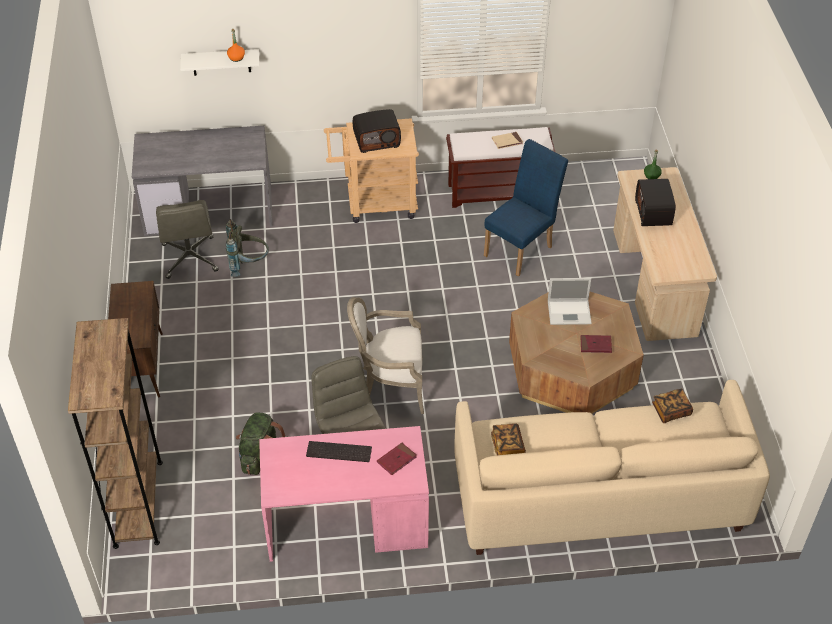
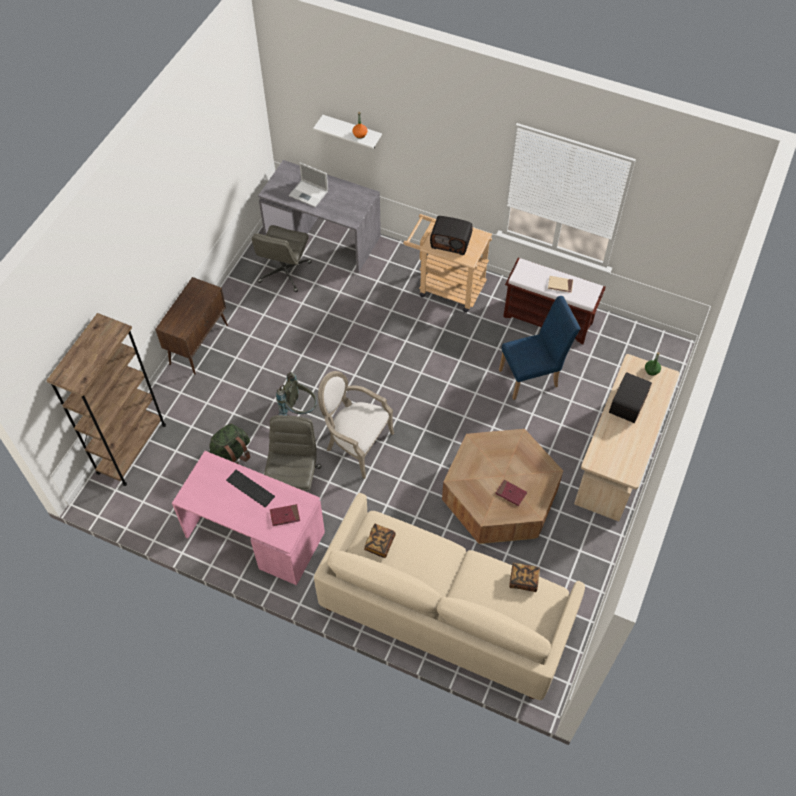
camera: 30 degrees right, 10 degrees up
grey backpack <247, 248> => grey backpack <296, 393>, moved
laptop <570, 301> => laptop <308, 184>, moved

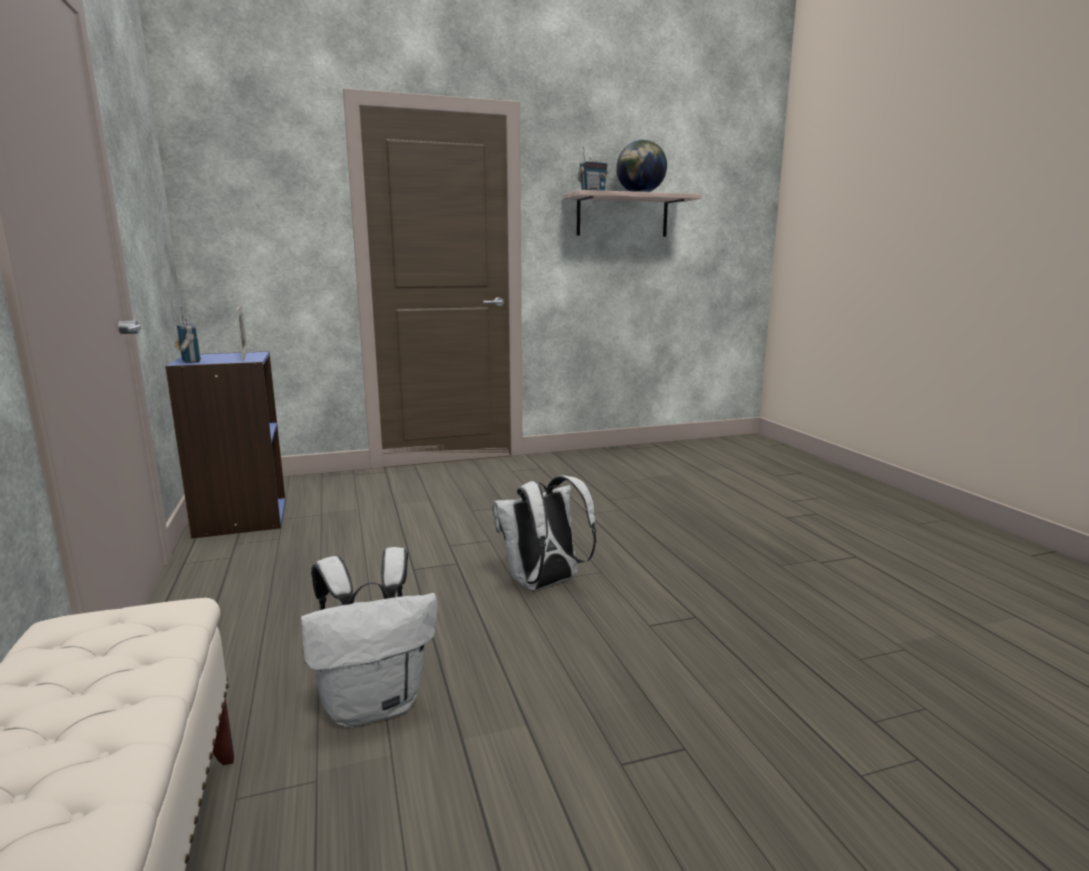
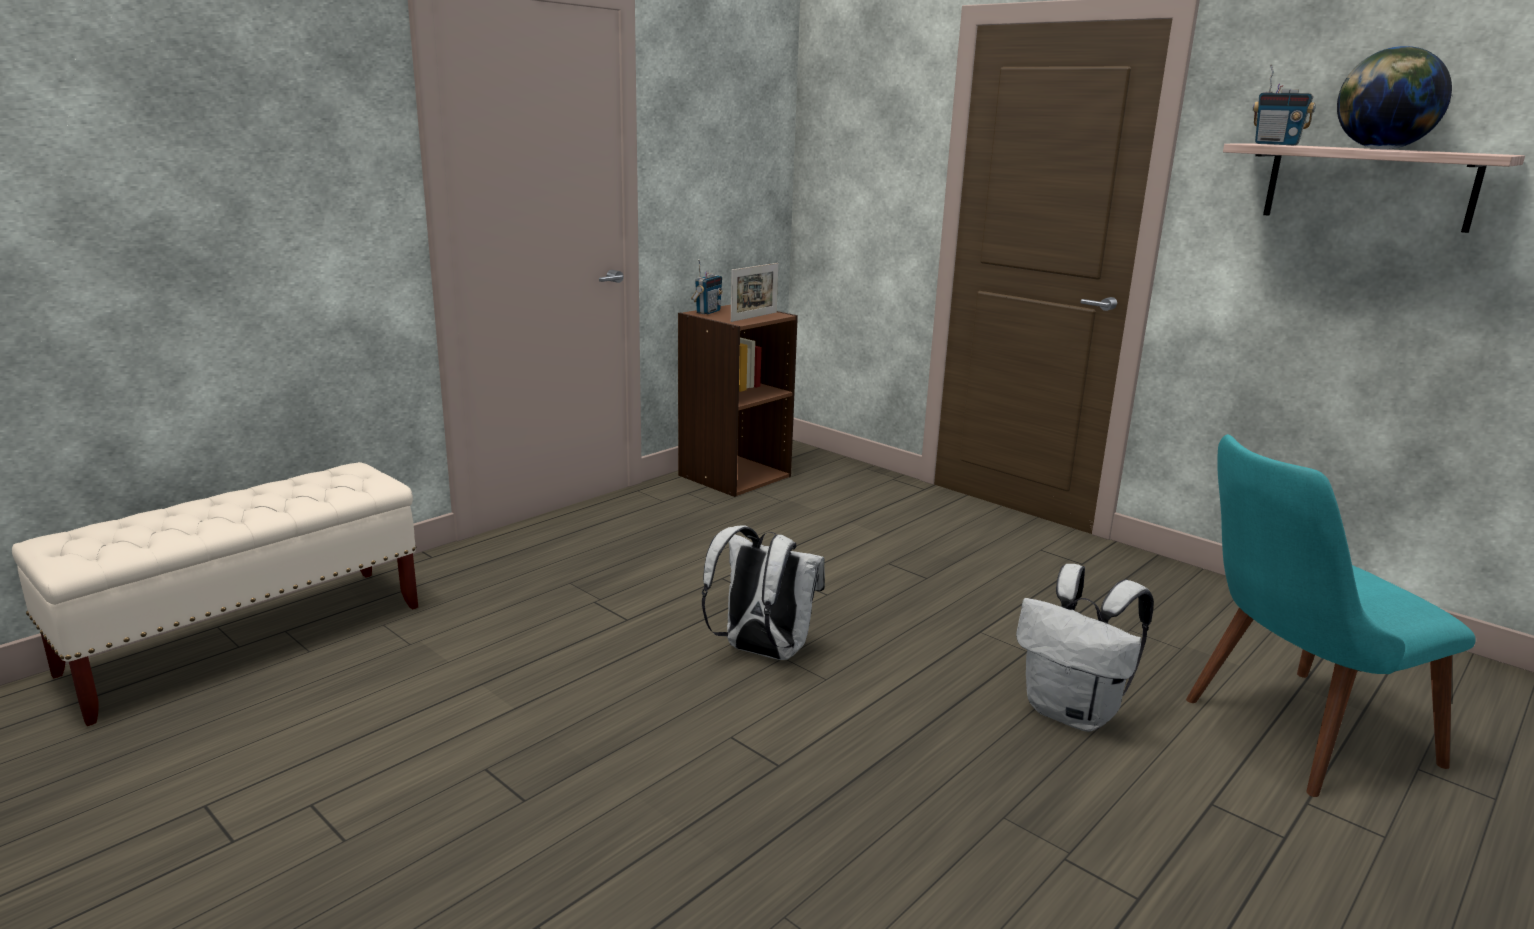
camera: 60 degrees right, 5 degrees up
blue bookcase <225, 445> => brown bookcase <738, 401>
white backpack <369, 637> => white backpack <1085, 648>, moved
nothing => turquoise chair <1331, 615>

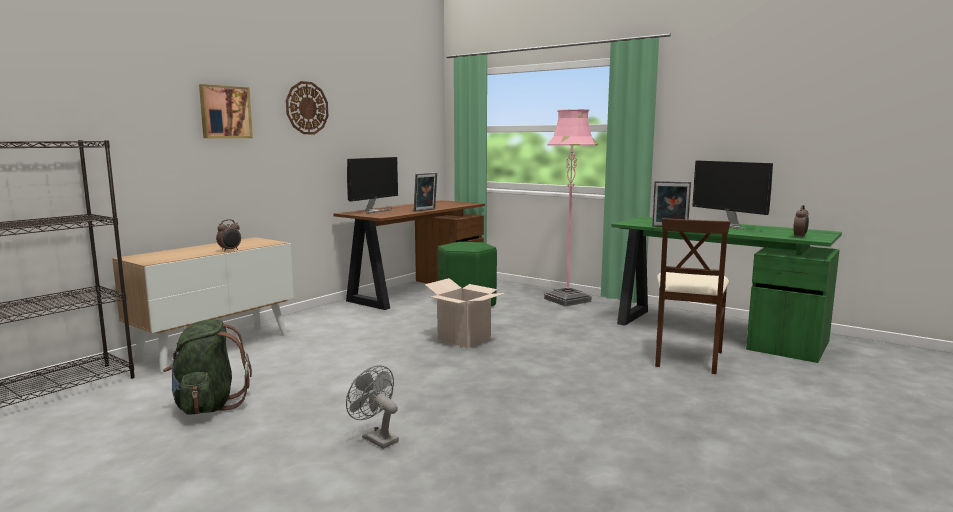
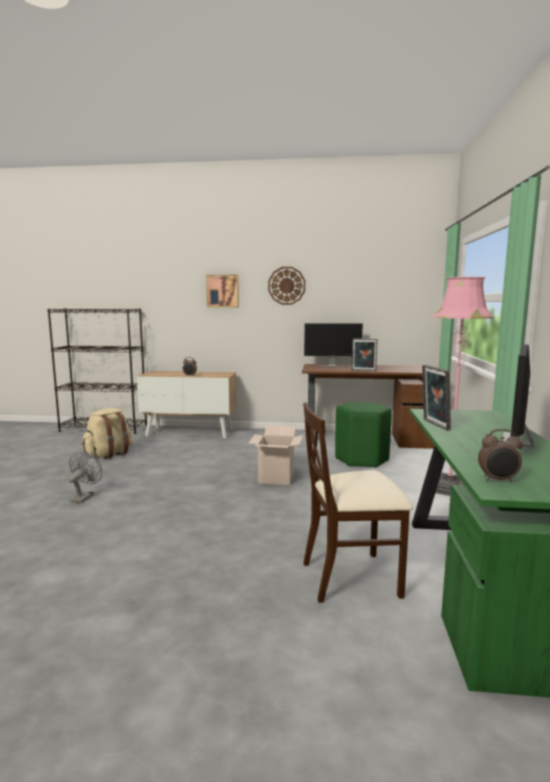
camera: 60 degrees right, 0 degrees up
green backpack <207, 367> => beige backpack <107, 433>

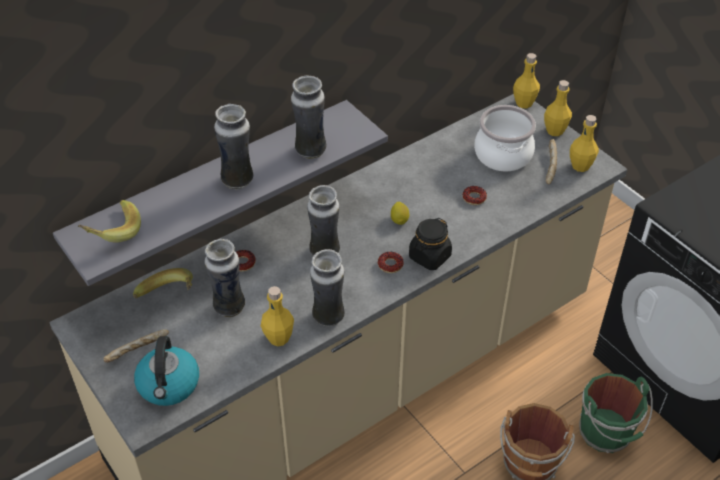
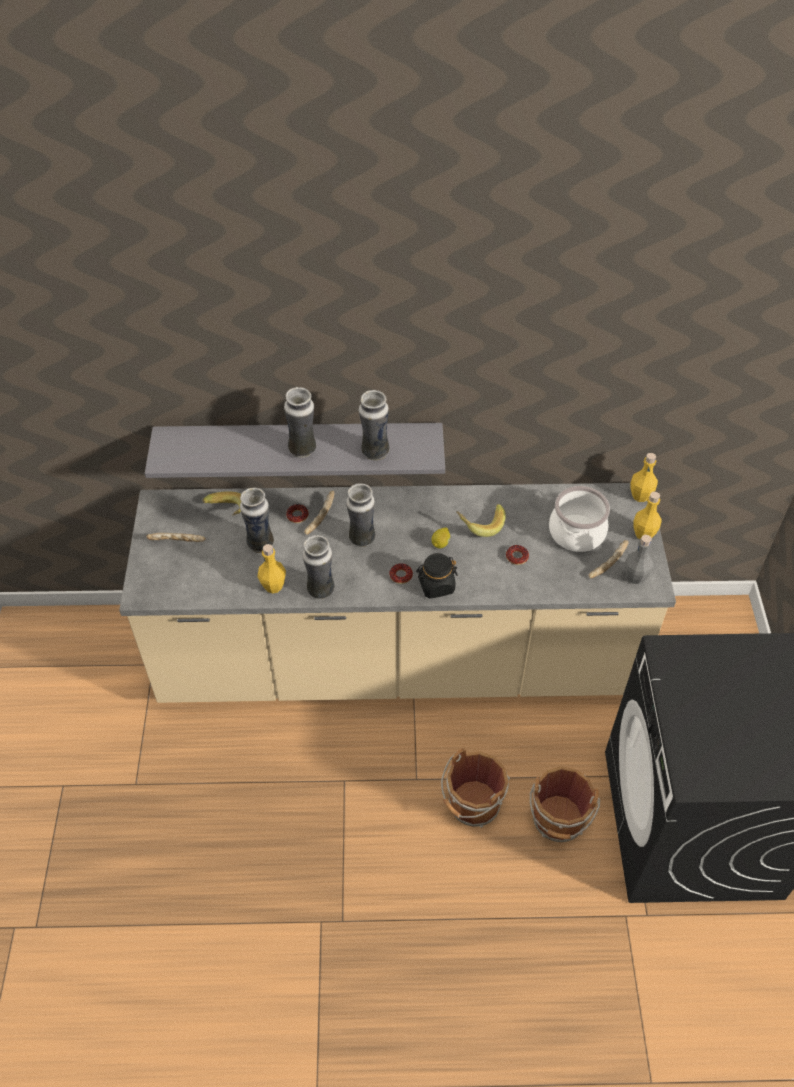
camera: 35 degrees right, 5 degrees up
yellow bottle <584, 143> => grey bottle <639, 559>
banana <109, 221> => banana <481, 520>, moved
kettle <166, 371> => nothing
green bucket <616, 413> => brown bucket <565, 804>
nothing => bread <319, 513>

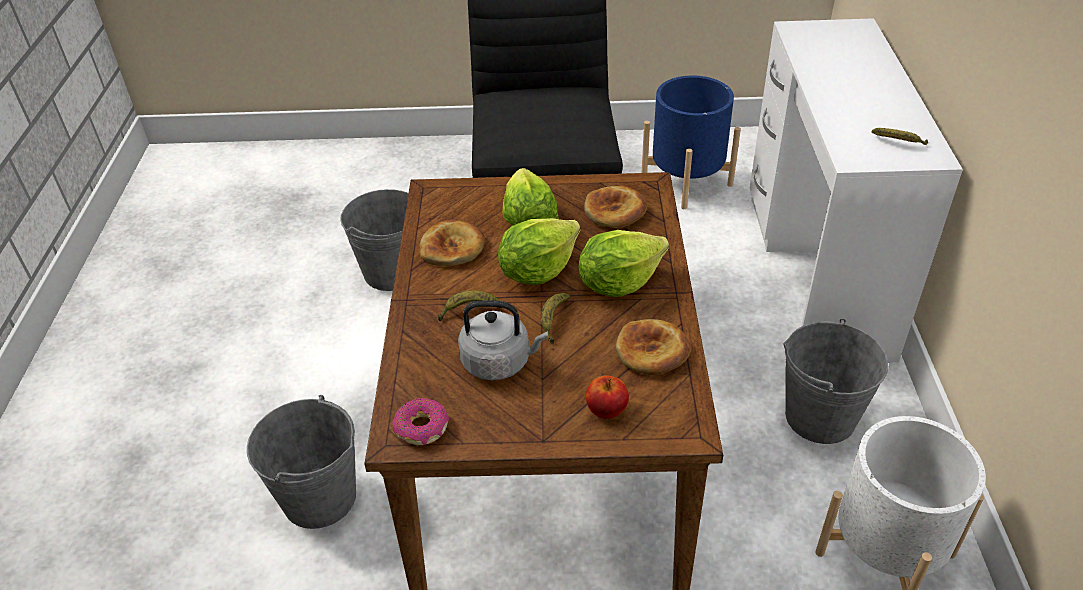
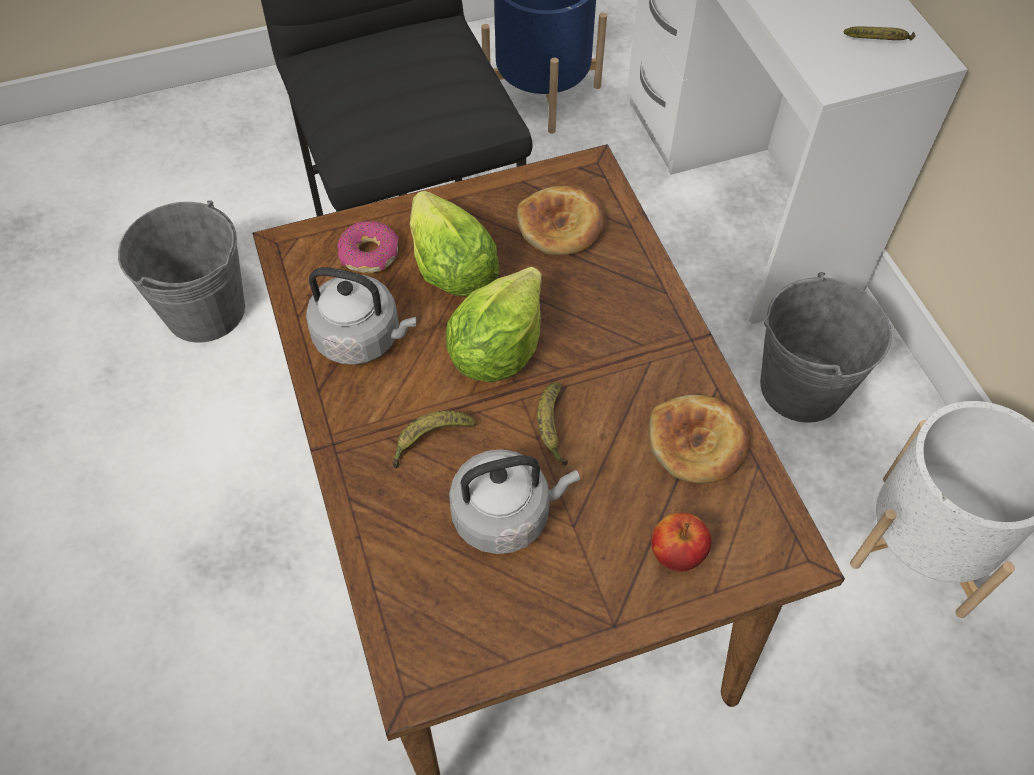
camera: 20 degrees left, 15 degrees up
bread <452, 243> => grey kettle <361, 316>
lettuce <623, 263> => nothing
grey bucket <301, 462> => nothing
donut <420, 421> => donut <368, 247>, moved

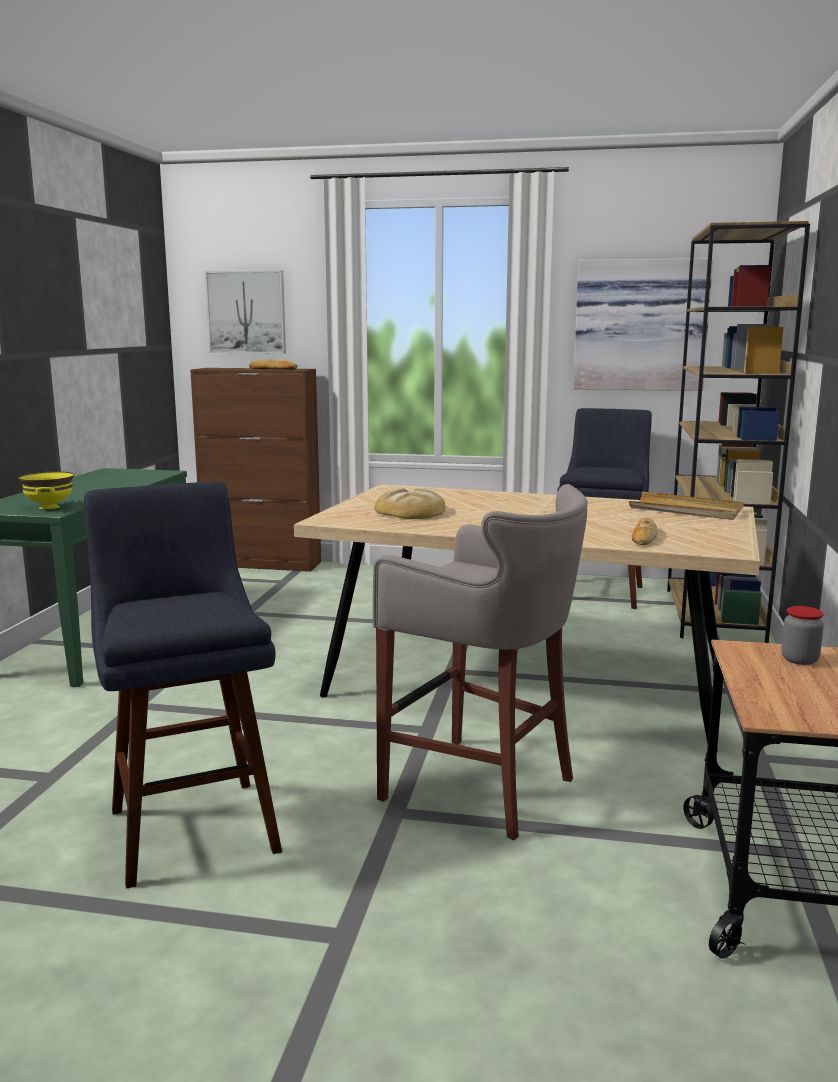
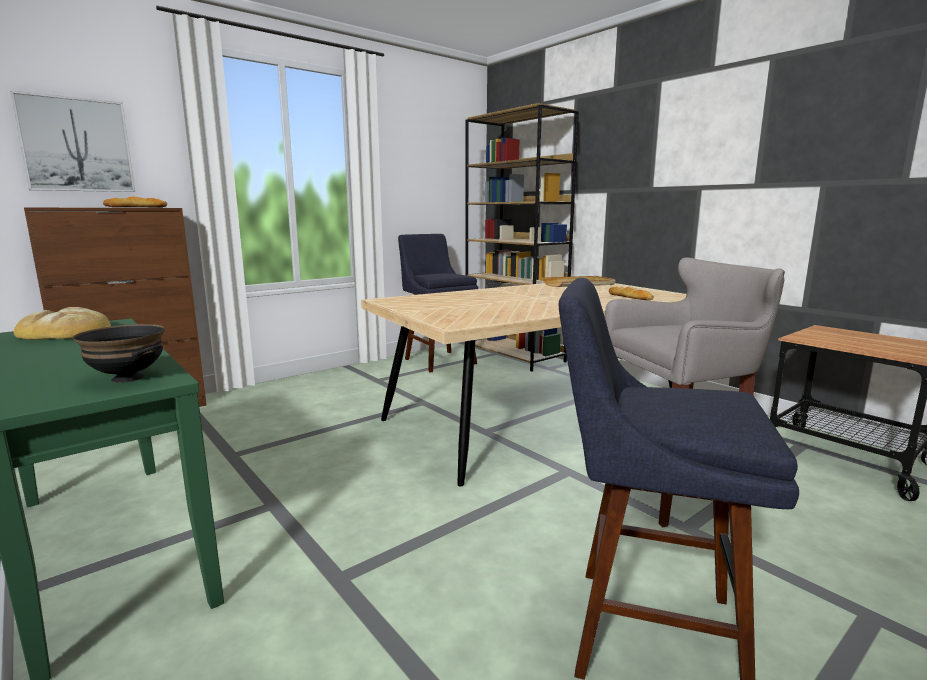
camera: 50 degrees left, 0 degrees up
picture <643, 324> => nothing
yellow bowl <46, 490> => black bowl <119, 353>
bread <409, 503> => bread <62, 323>, moved
jar <802, 635> => nothing

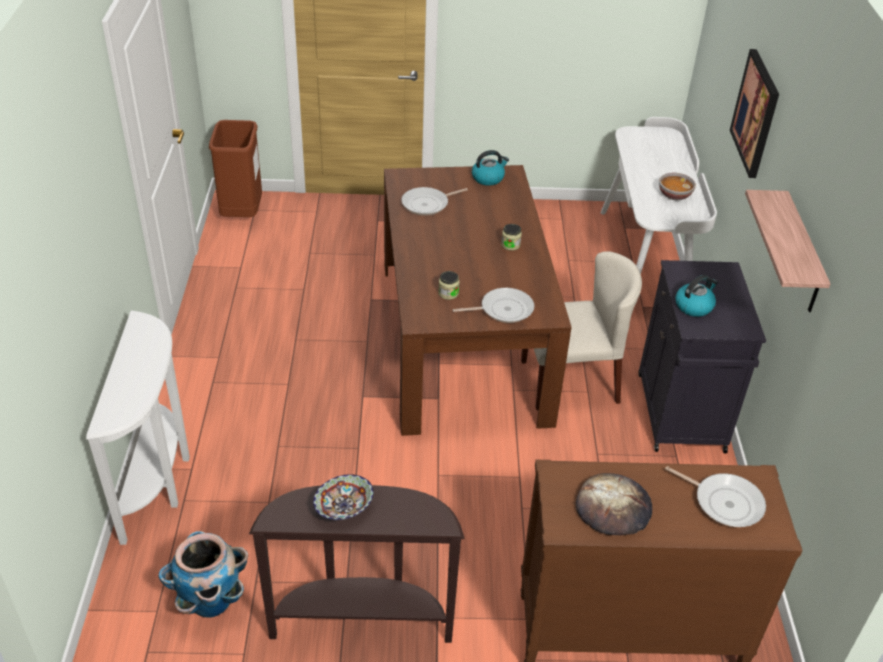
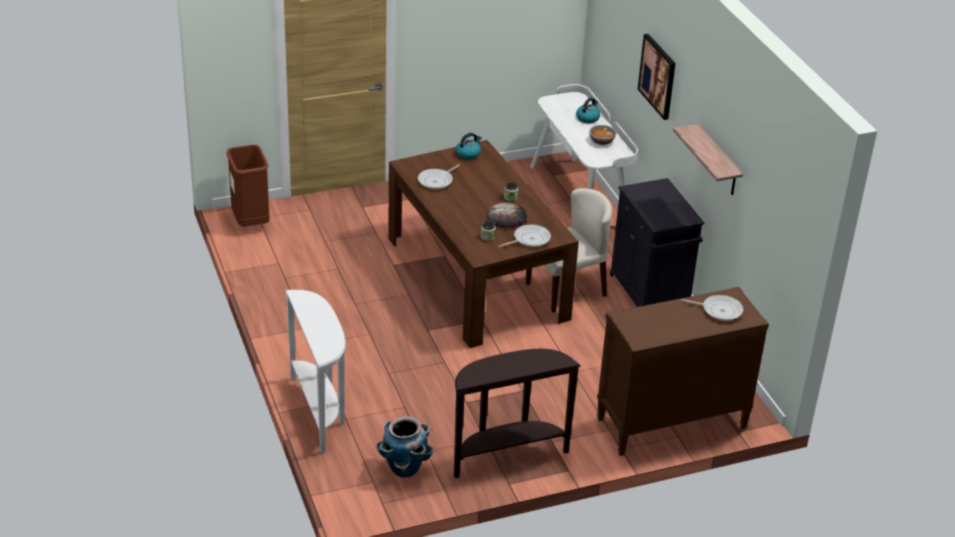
camera: 20 degrees left, 5 degrees down
kettle <696, 296> => kettle <588, 110>, moved
bread <614, 504> => bread <507, 215>, moved
bowl <343, 497> => nothing

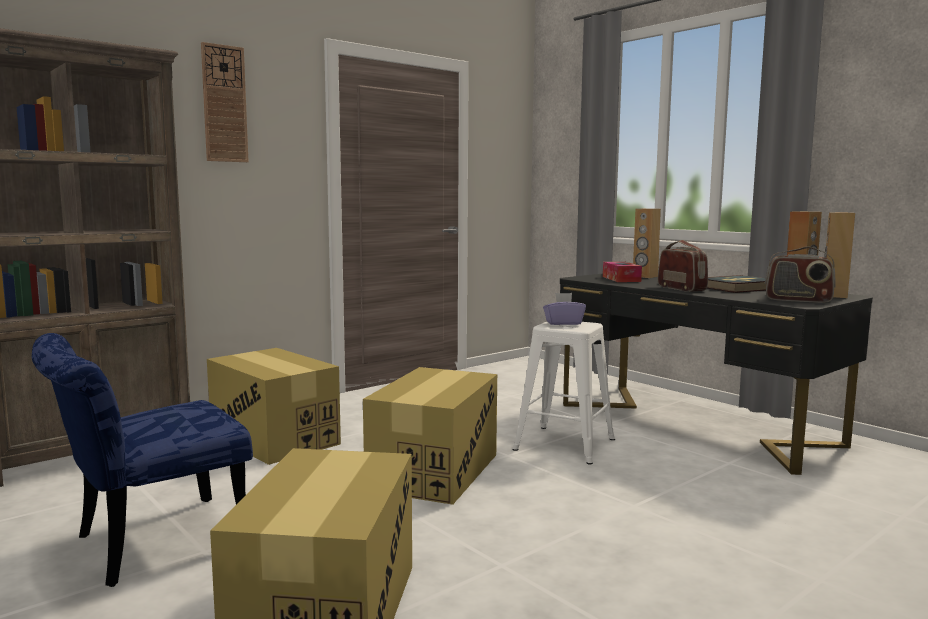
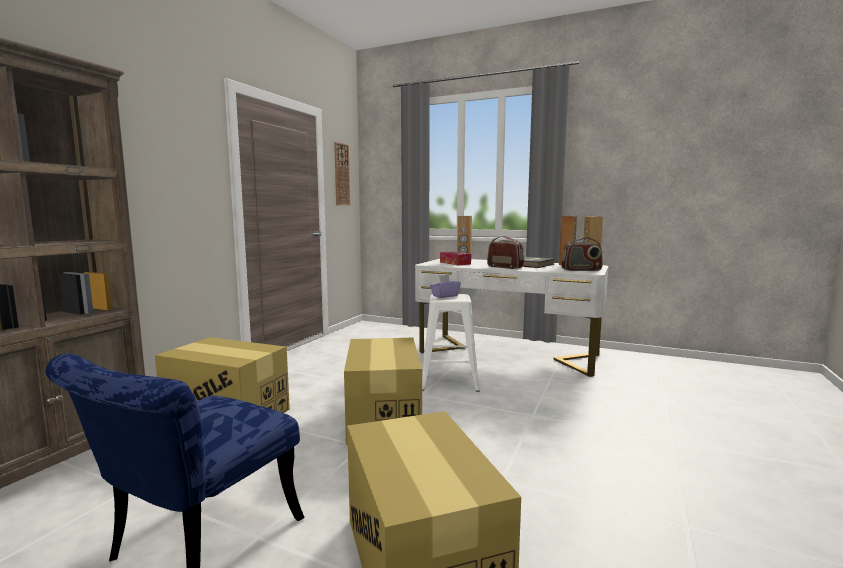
camera: 25 degrees left, 0 degrees up
wall clock <225, 102> => wall clock <342, 173>, moved
black desk <716, 374> => white desk <512, 318>

